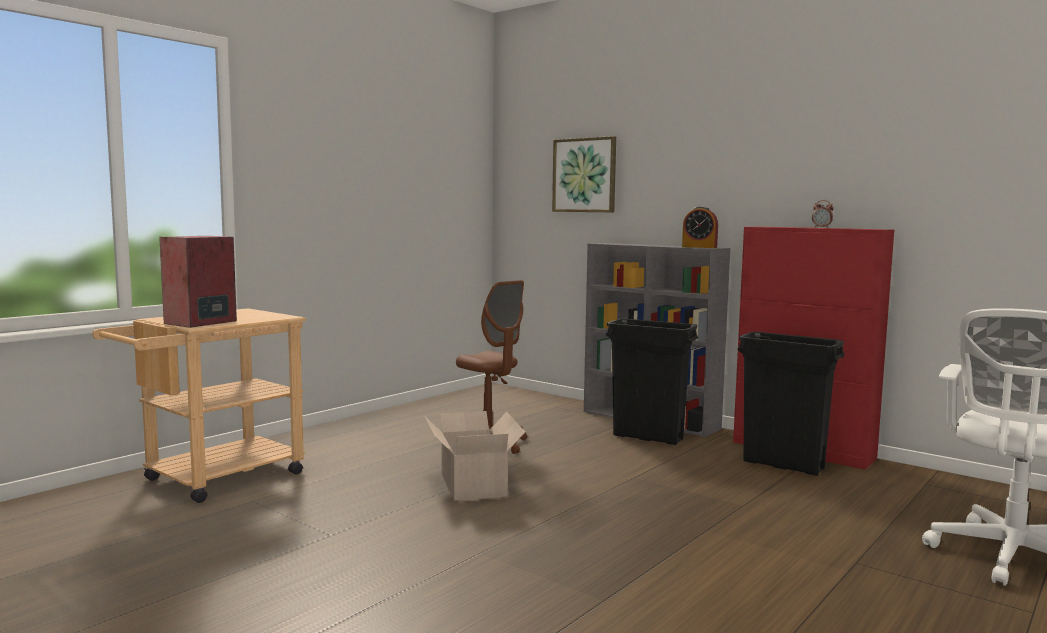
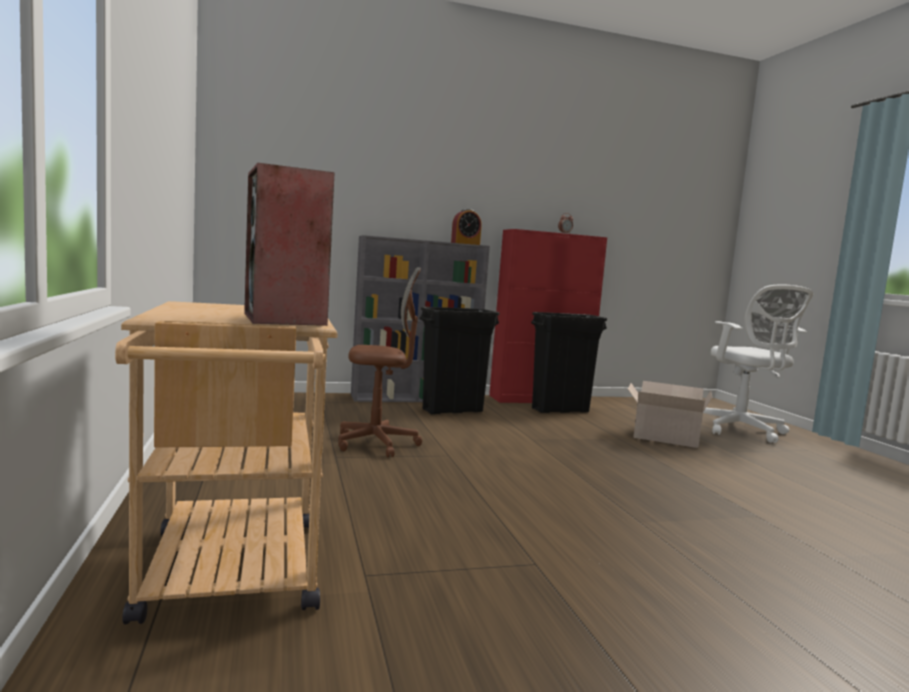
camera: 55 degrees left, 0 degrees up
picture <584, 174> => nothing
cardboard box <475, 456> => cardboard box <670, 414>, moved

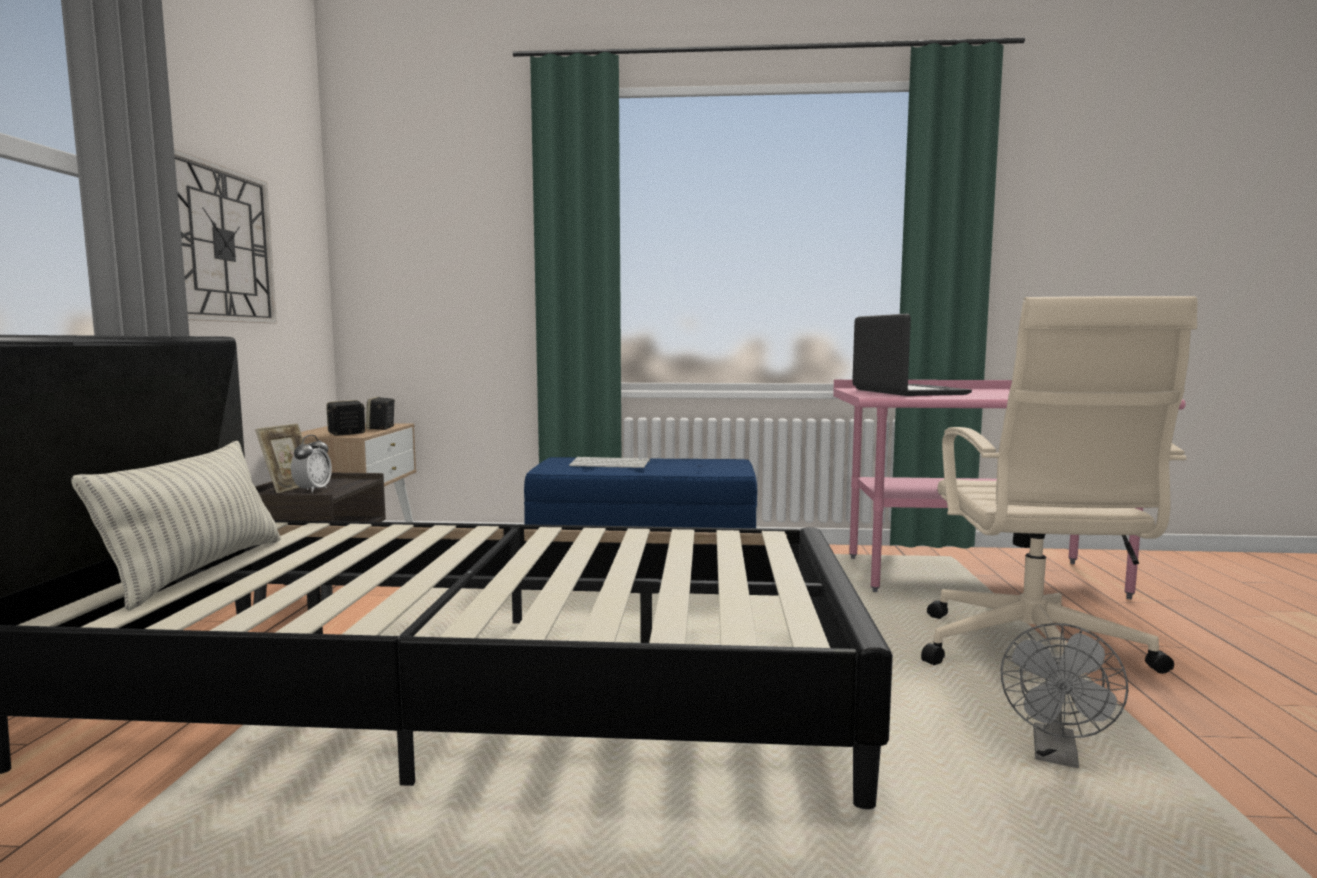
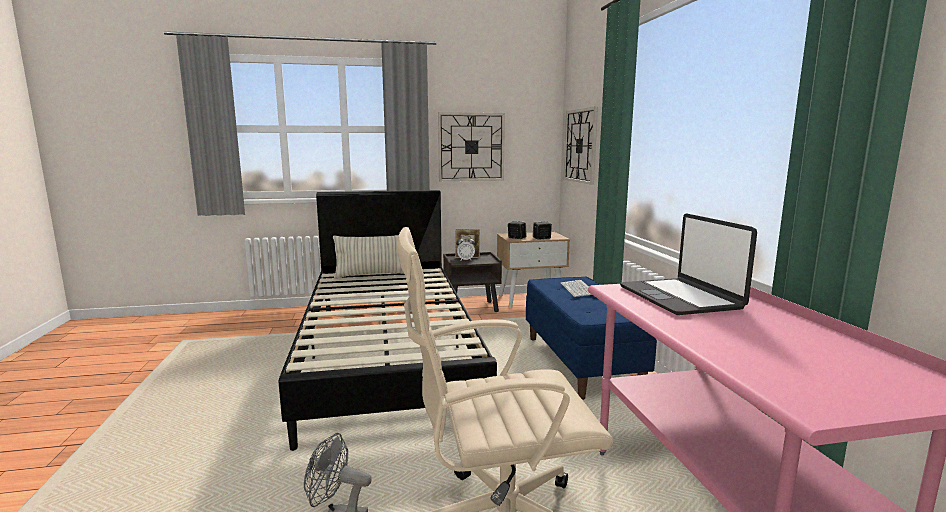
camera: 75 degrees right, 5 degrees up
laptop <912, 354> => laptop <688, 264>, 105 degrees clockwise
nothing => wall clock <581, 146>

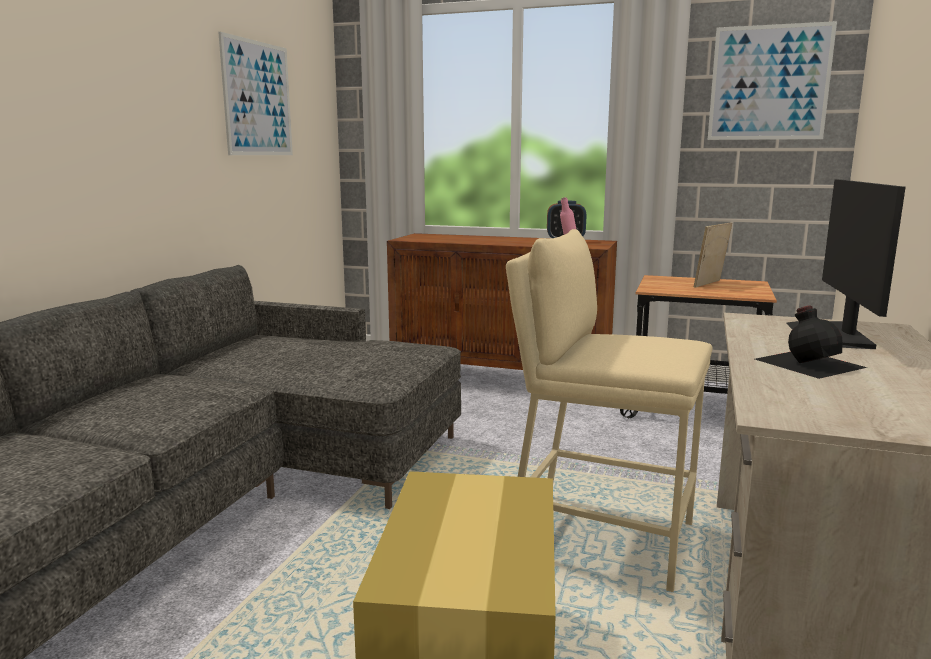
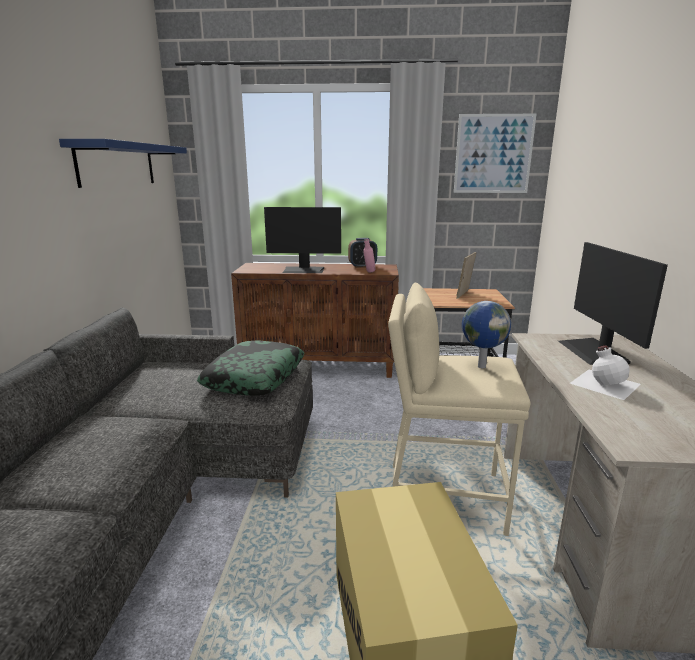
camera: 15 degrees left, 5 degrees up
picture <255, 93> => blue shelf <123, 163>
black bottle <811, 342> => white bottle <605, 372>
nothing => monitor <302, 240>
nothing => globe <486, 334>
nothing => pillow <250, 368>

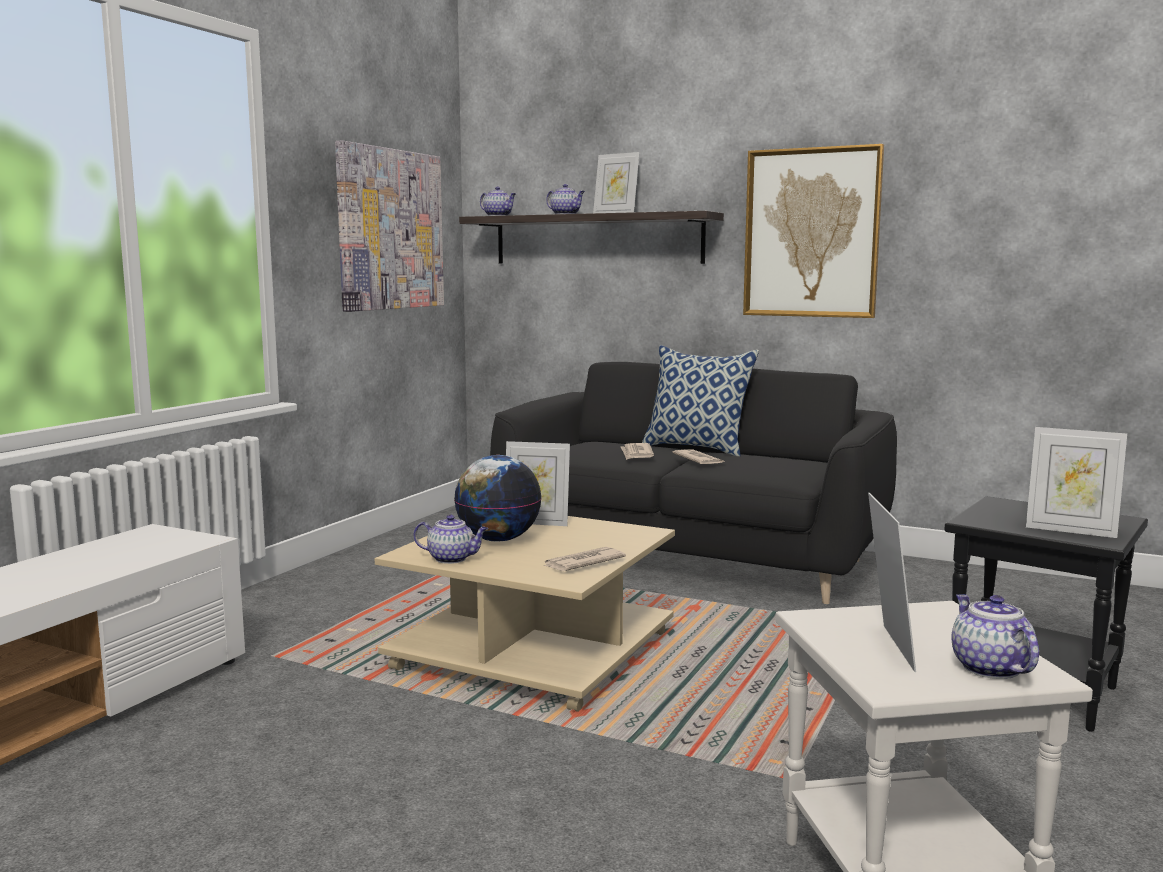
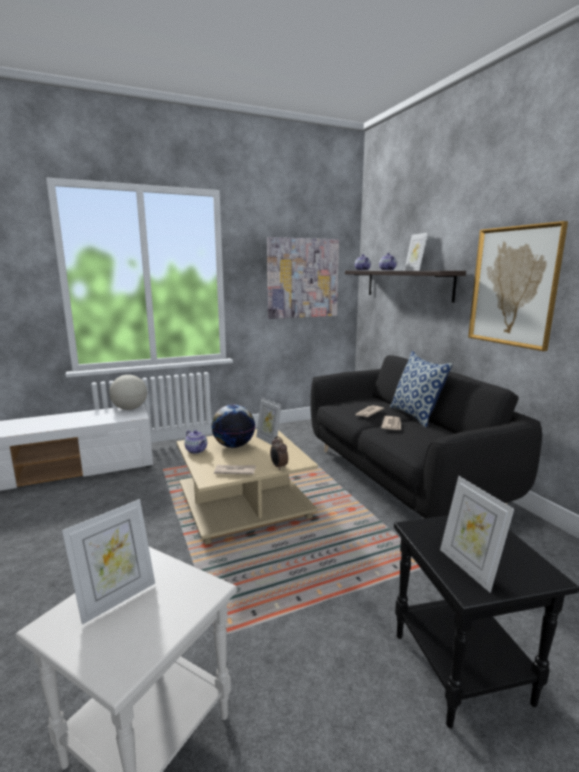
camera: 40 degrees right, 5 degrees up
teapot <995, 636> => nothing
nothing => globe <128, 392>
nothing => alarm clock <279, 453>

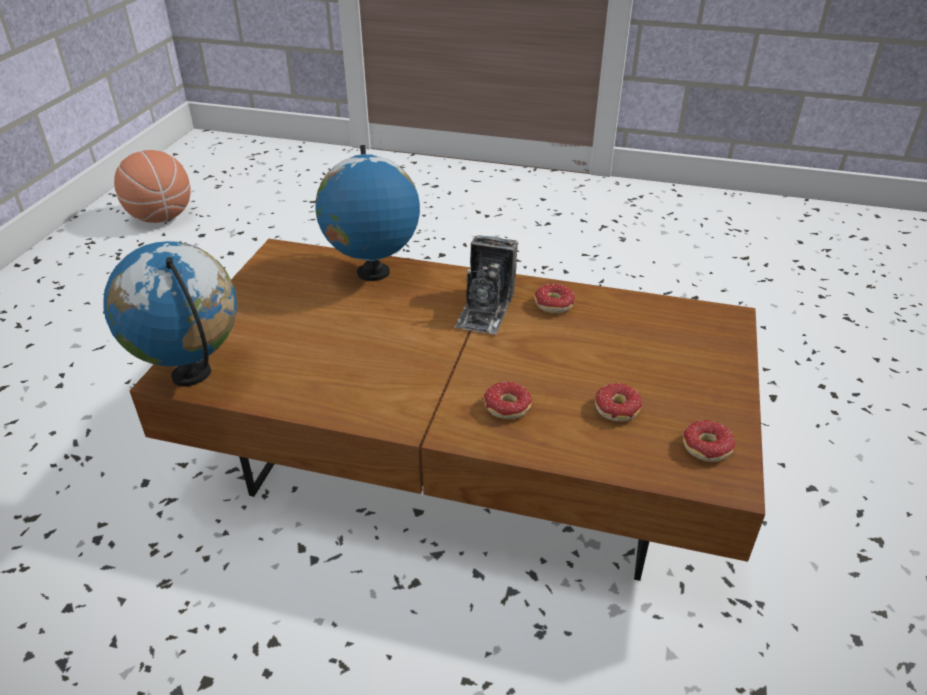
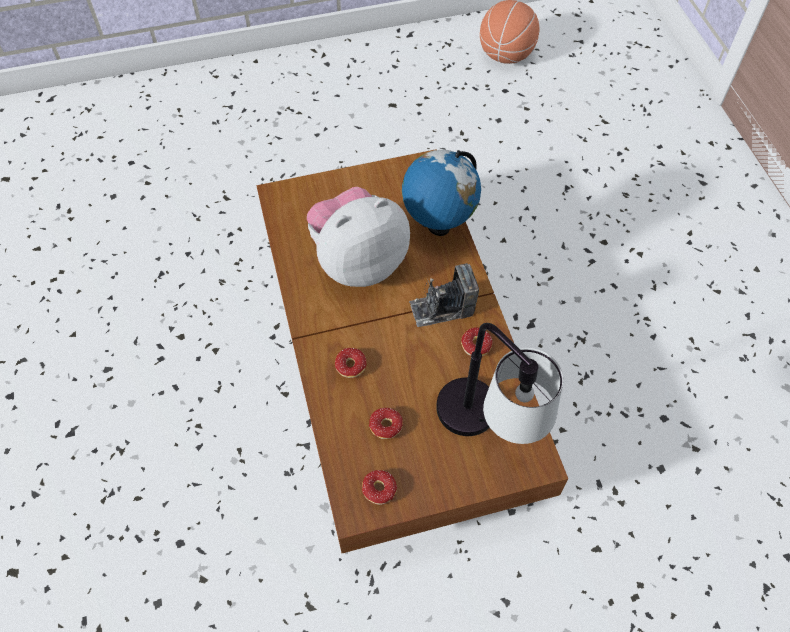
camera: 60 degrees right, 20 degrees up
globe <170, 314> => nothing
nothing => plush toy <358, 237>
nothing => table lamp <499, 383>

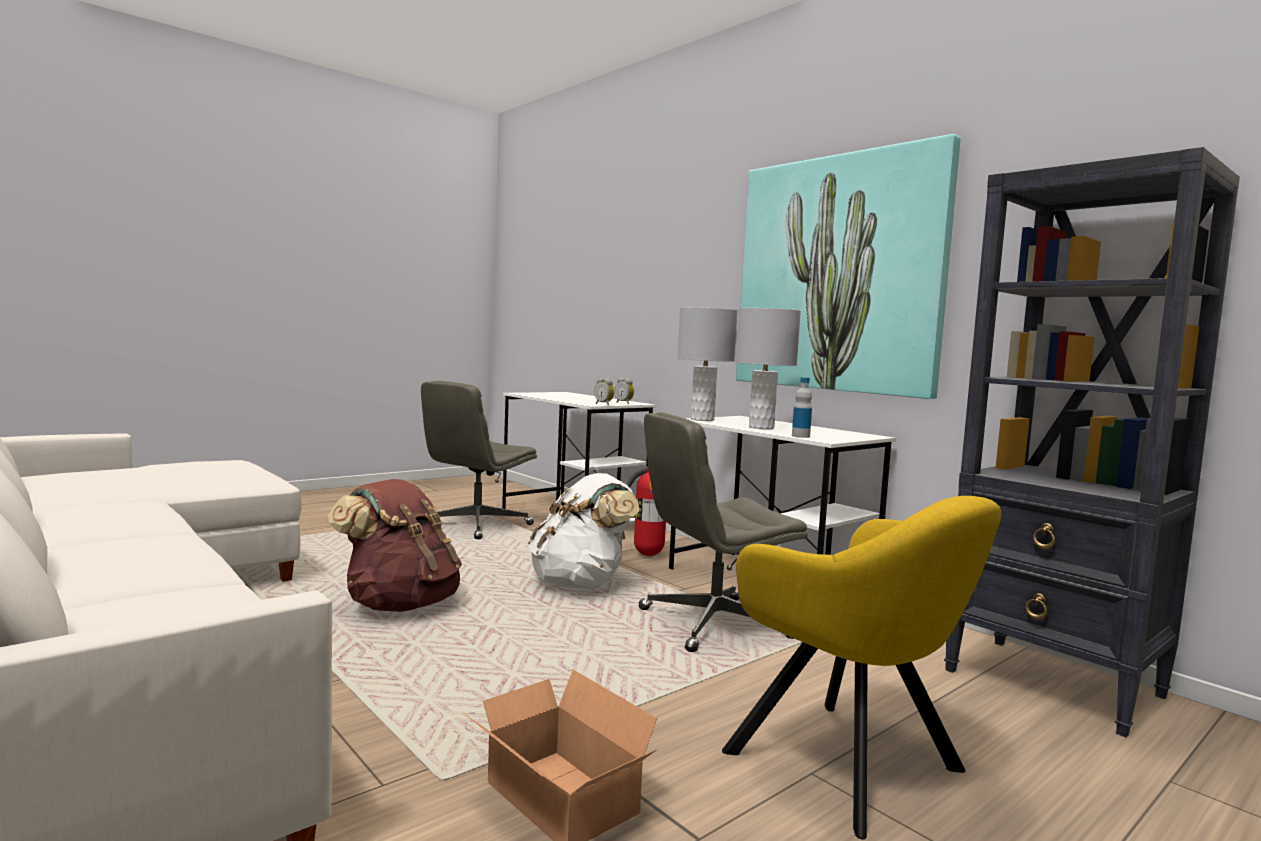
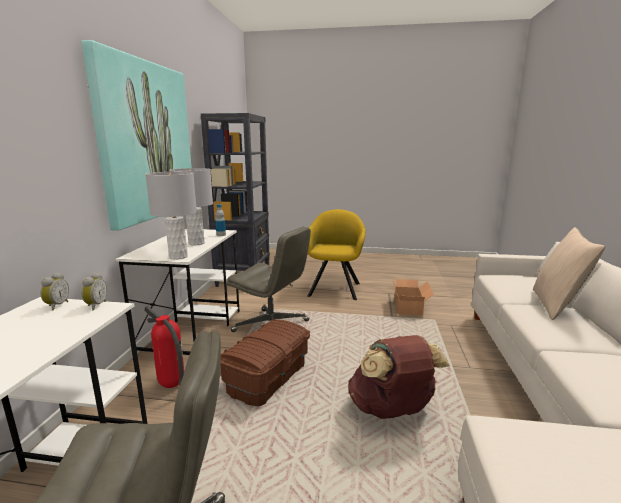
camera: 130 degrees left, 10 degrees up
white backpack <583, 531> => brown storage box <265, 362>
nothing => beige pillow <569, 273>

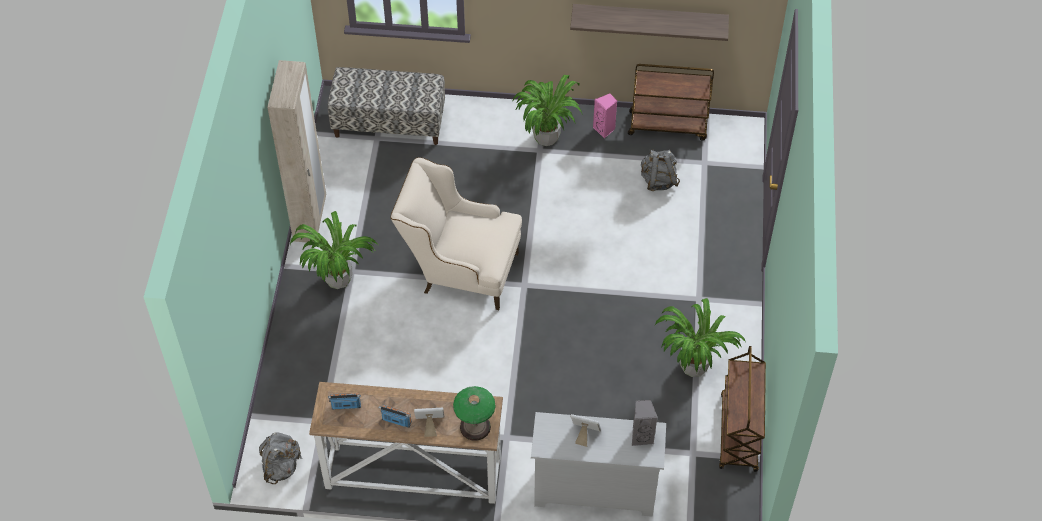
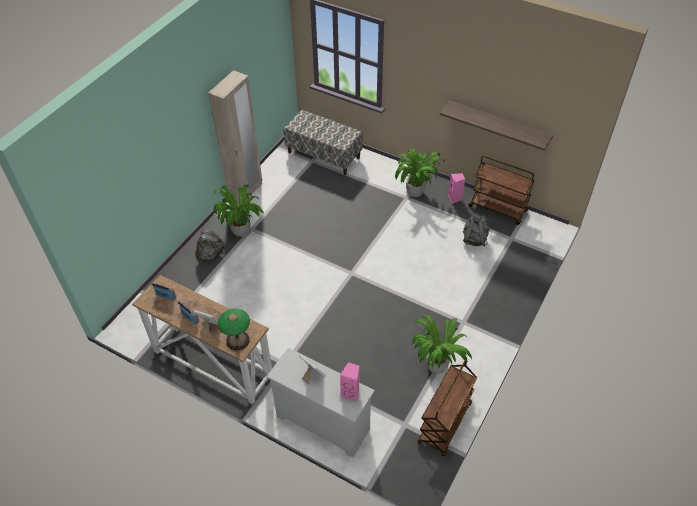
camera: 25 degrees right, 5 degrees down
beige armchair <456, 233> => nothing
grey speaker <645, 423> => pink speaker <349, 381>
grey backpack <280, 458> => grey backpack <210, 244>, moved

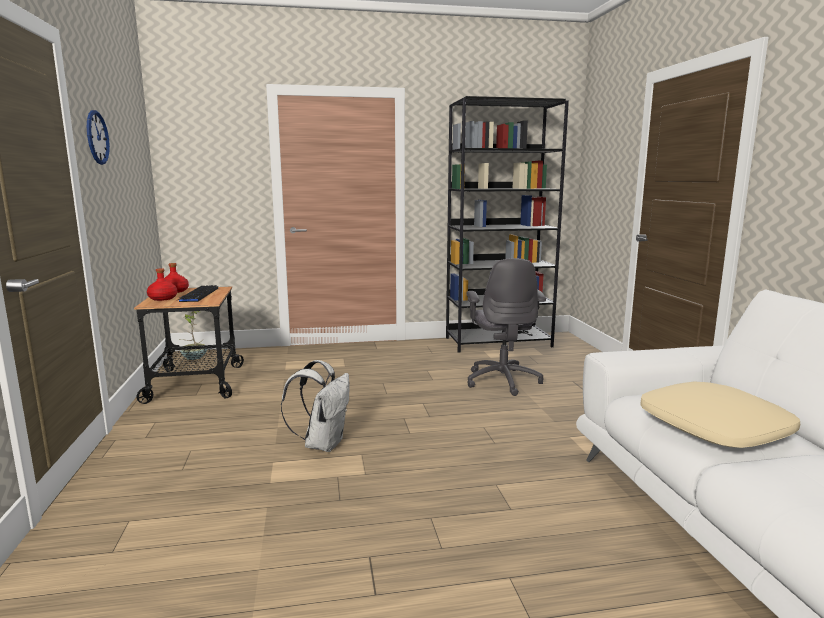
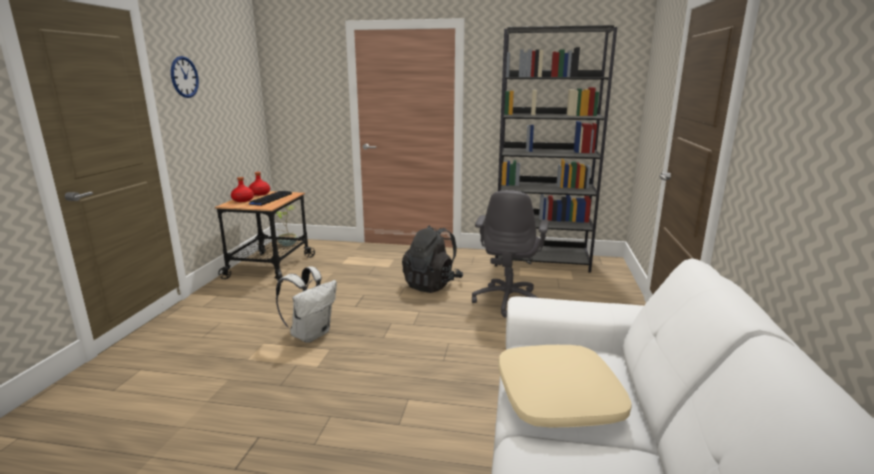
camera: 20 degrees right, 5 degrees up
nothing => black backpack <432, 259>

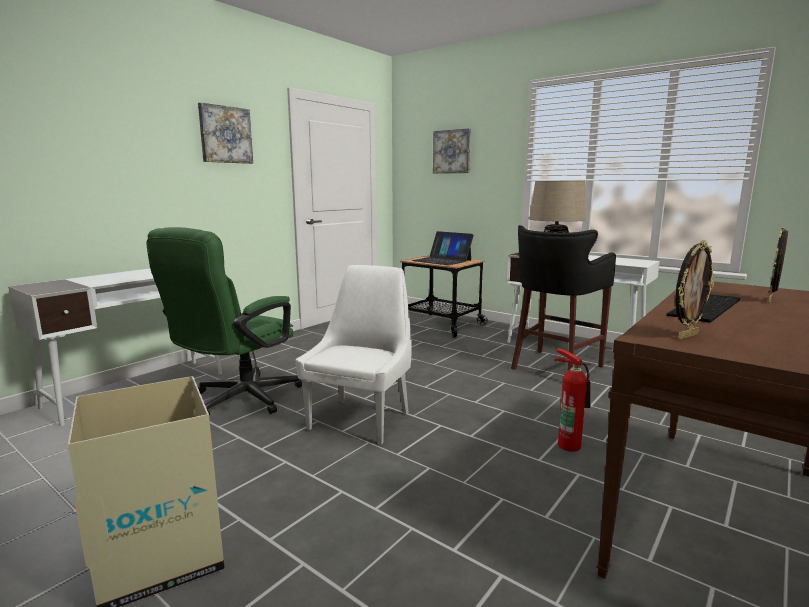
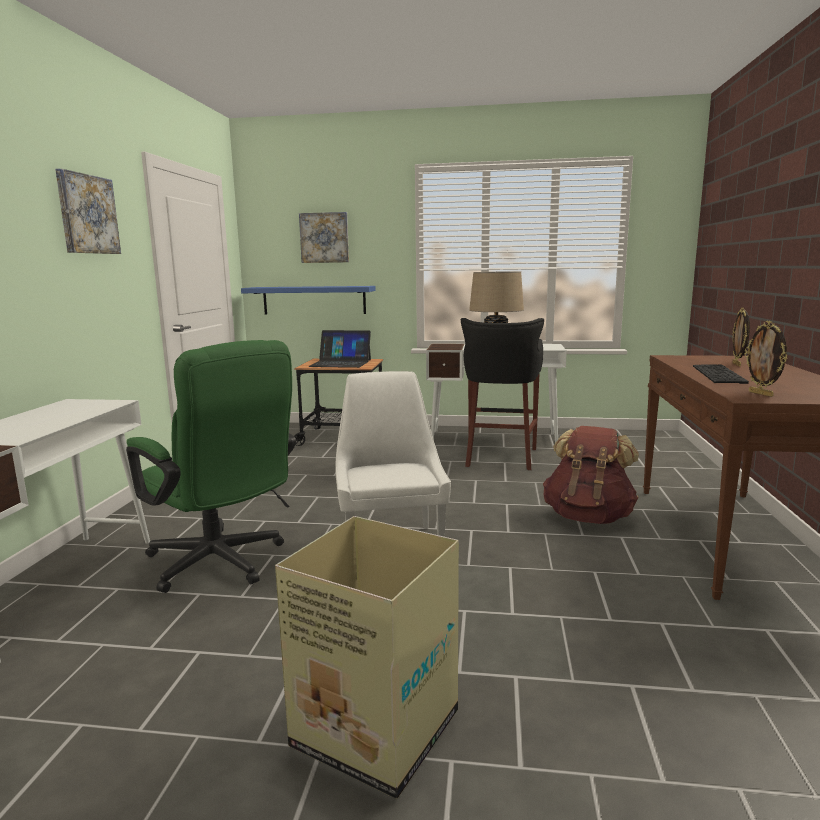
camera: 30 degrees left, 0 degrees up
green office chair <224, 321> => green office chair <211, 466>, 45 degrees counterclockwise
picture frame <694, 290> => picture frame <766, 359>, 135 degrees clockwise
fire extinguisher <572, 400> => brown backpack <591, 475>
nothing => blue shelf <308, 300>

